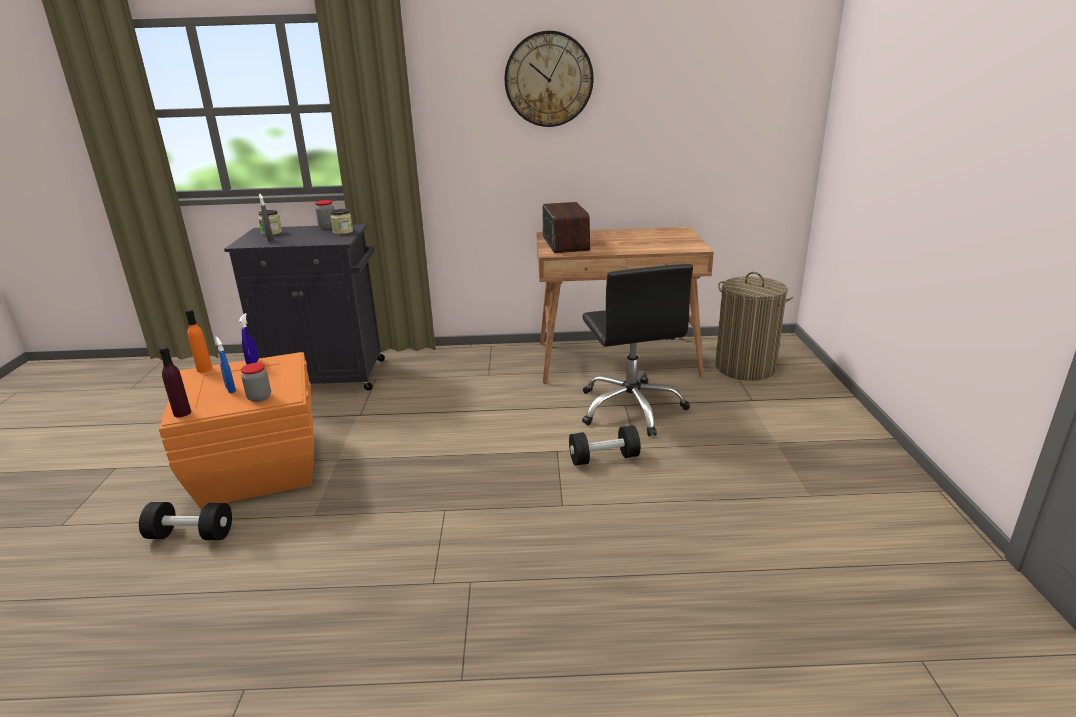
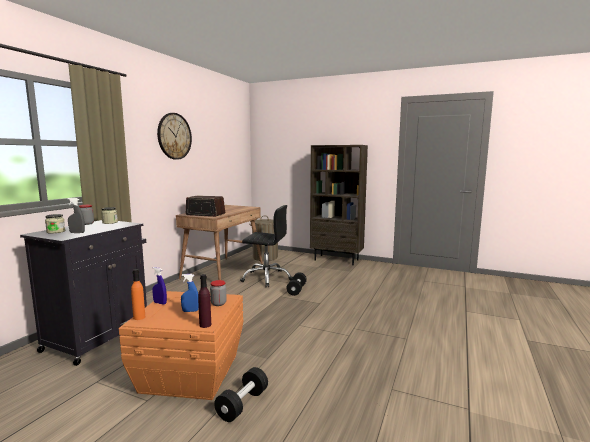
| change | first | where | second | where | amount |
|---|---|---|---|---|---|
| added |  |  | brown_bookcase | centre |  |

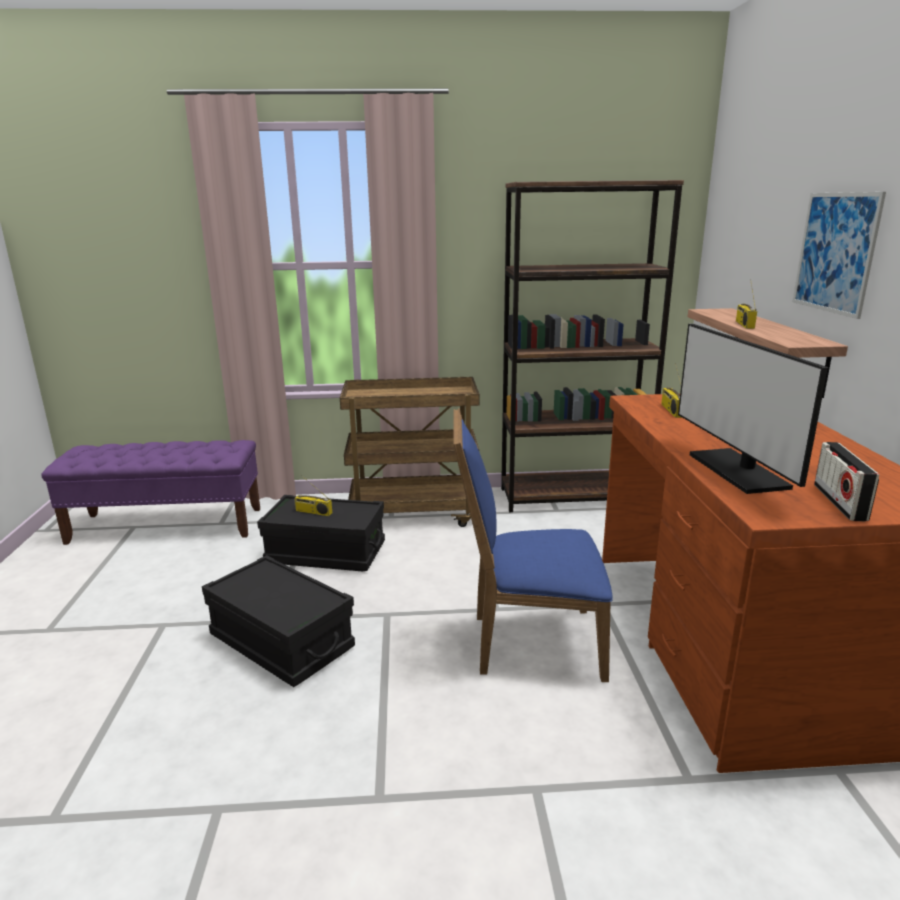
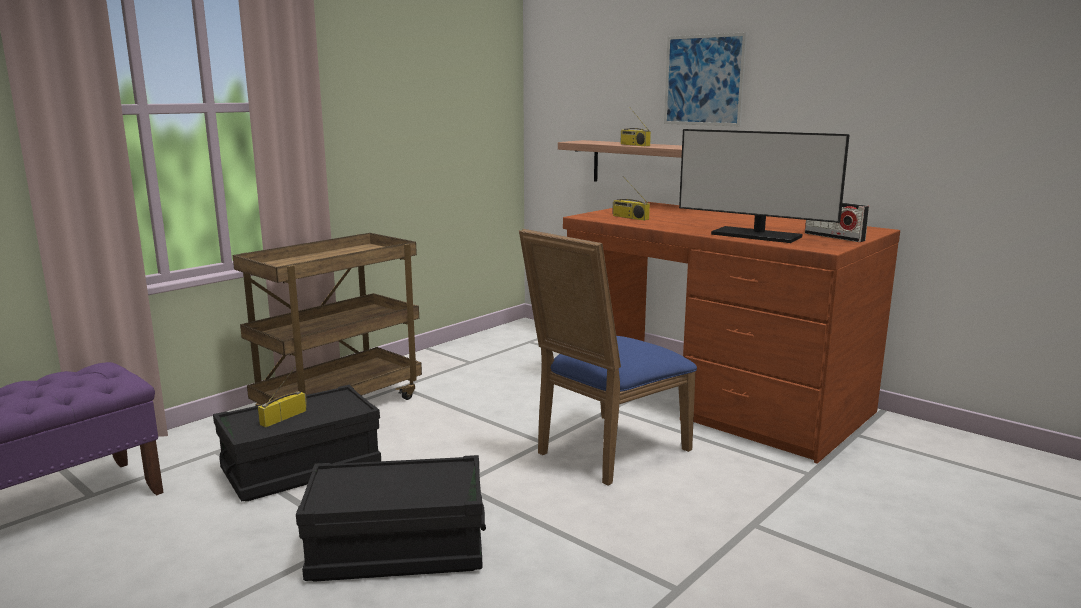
| change | first | where | second | where | amount |
|---|---|---|---|---|---|
| removed | brown_bookcase | centre |  |  |  |
| turned | radio (1st from left) | centre |  | middle left | 150 degrees clockwise |

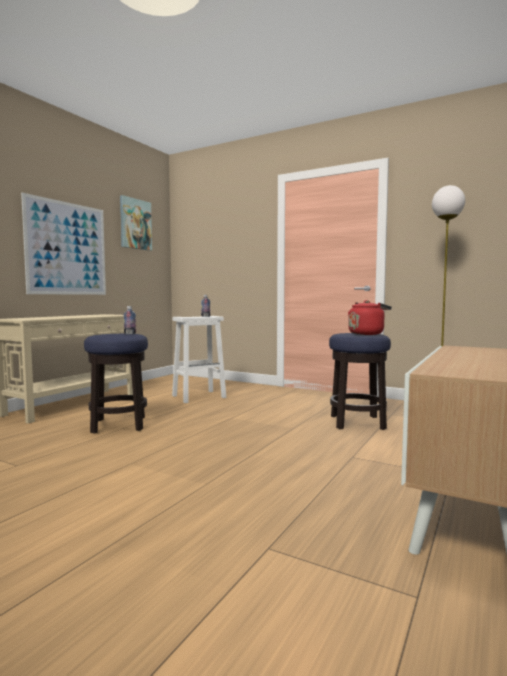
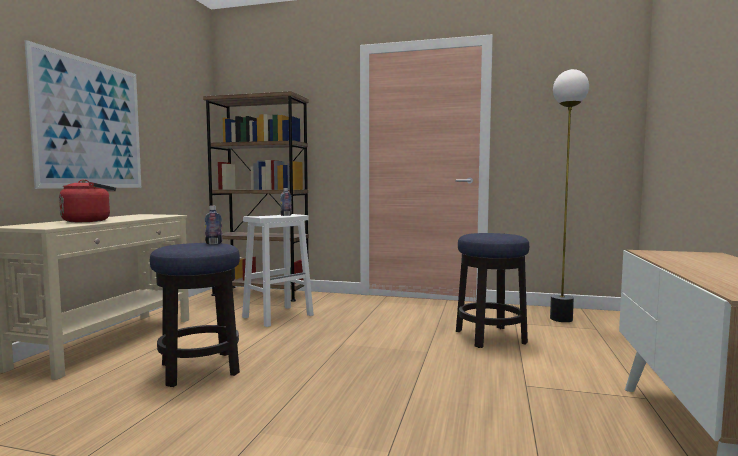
| change | first | where | second | where | amount |
|---|---|---|---|---|---|
| removed | picture (2nd from left) | top left |  |  |  |
| moved | red_kettle | middle right |  | middle left |  |
| added |  |  | brown_bookcase | centre |  |

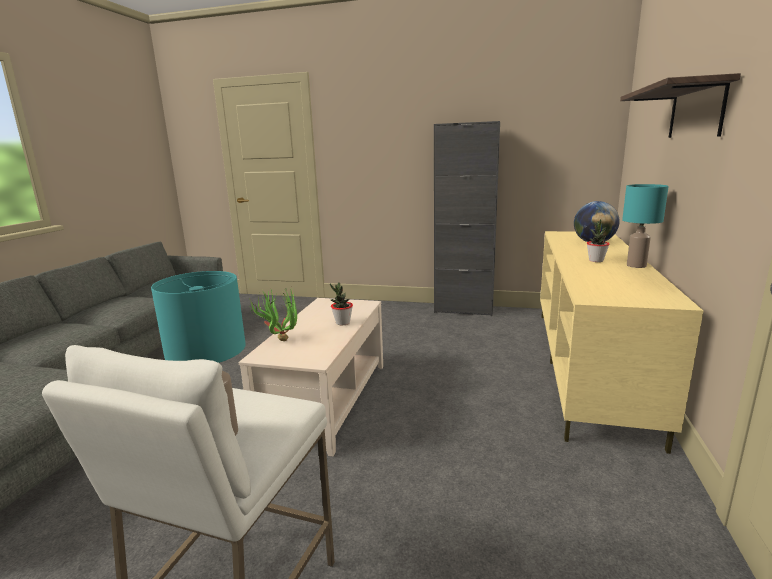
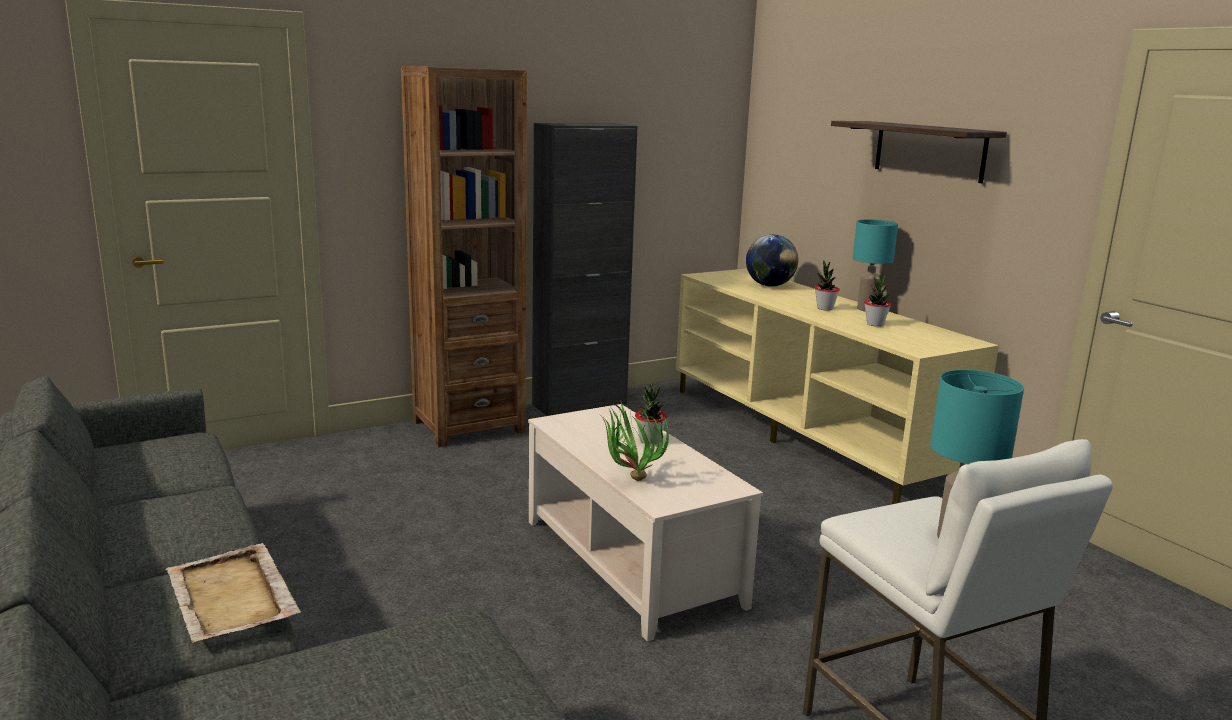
| change | first | where | second | where | amount |
|---|---|---|---|---|---|
| added |  |  | brown_bookcase | centre |  |
| added |  |  | potted_plant (4th from left) | middle right |  |
| added |  |  | beige_tray | bottom left |  |

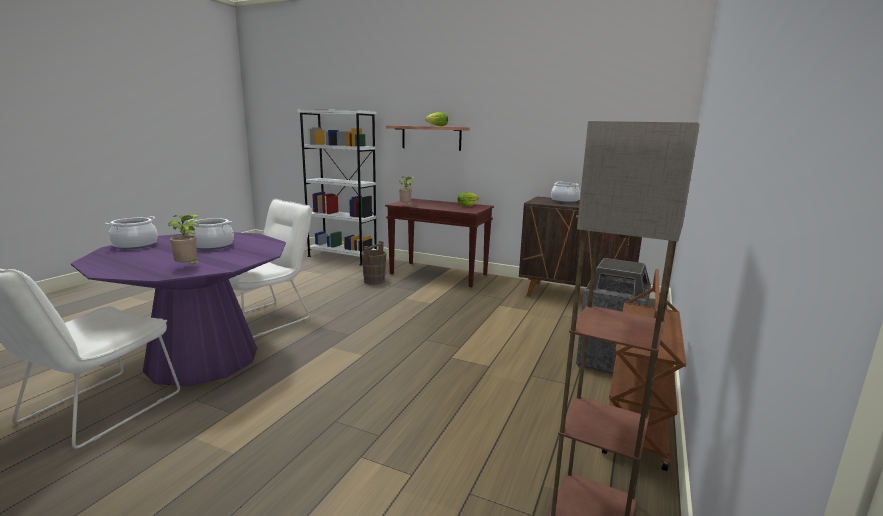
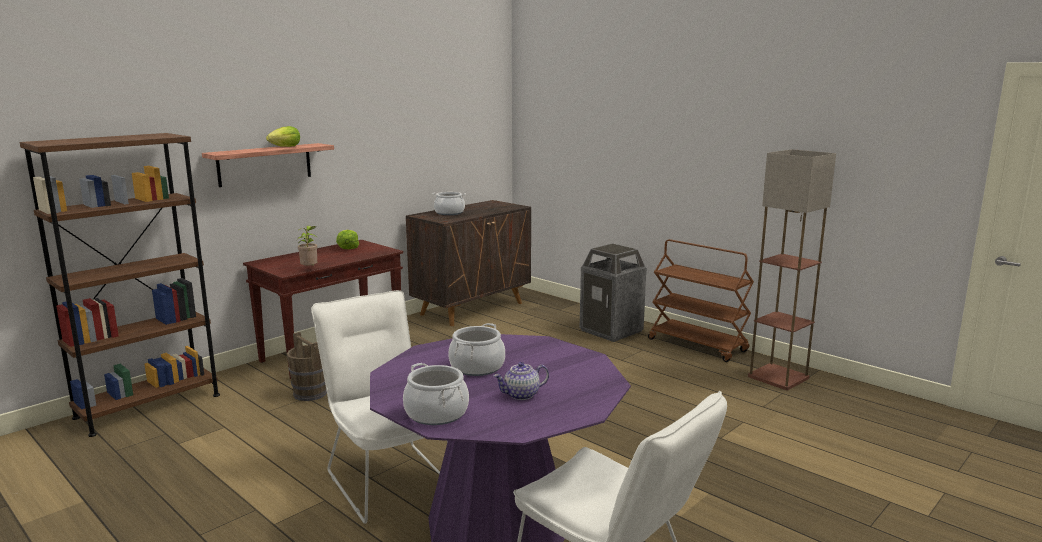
| change | first | where | second | where | amount |
|---|---|---|---|---|---|
| recoloured | white_bookcase | centre | brown_bookcase | middle left |  |
| removed | potted_plant (1st from left) | middle left |  |  |  |
| added |  |  | teapot | bottom centre |  |

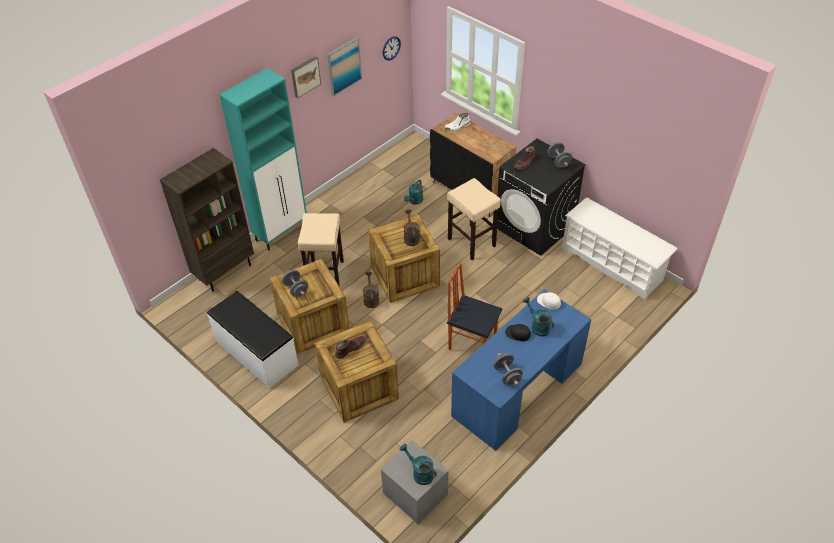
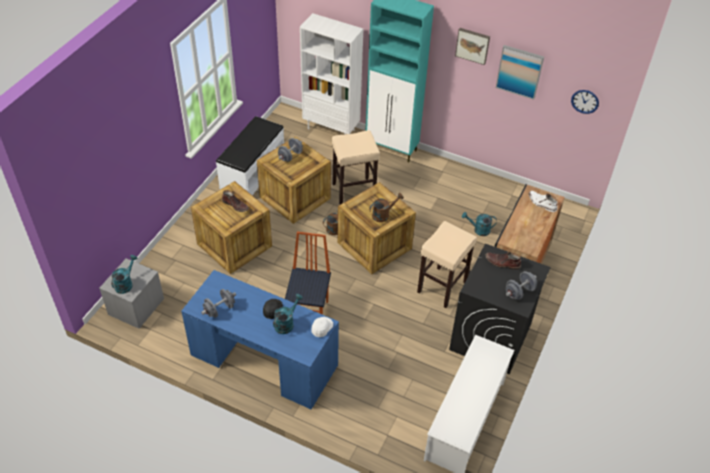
| change | first | where | second | where | amount |
|---|---|---|---|---|---|
| recoloured | brown_bookcase | middle left | white_bookcase | top centre |  |

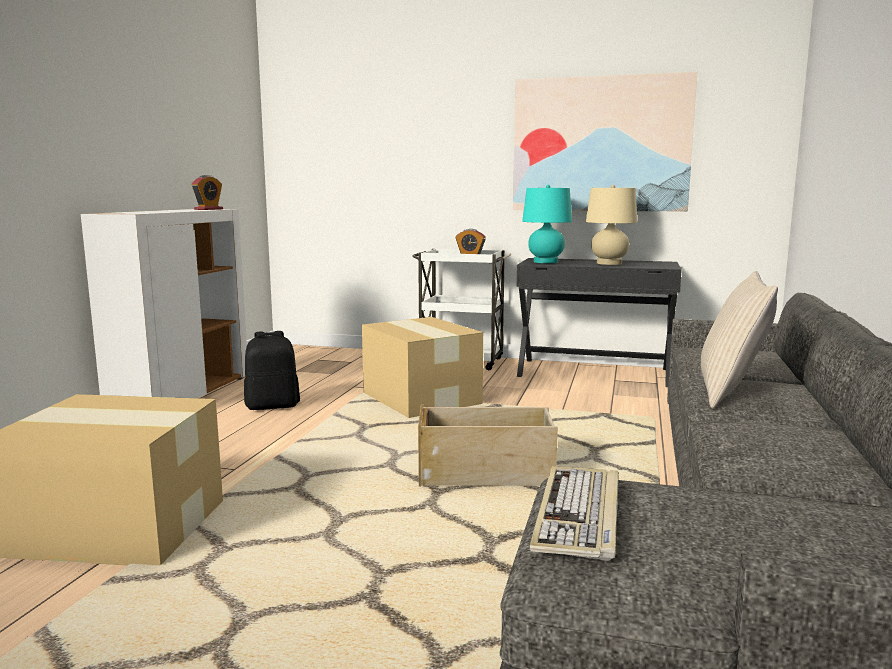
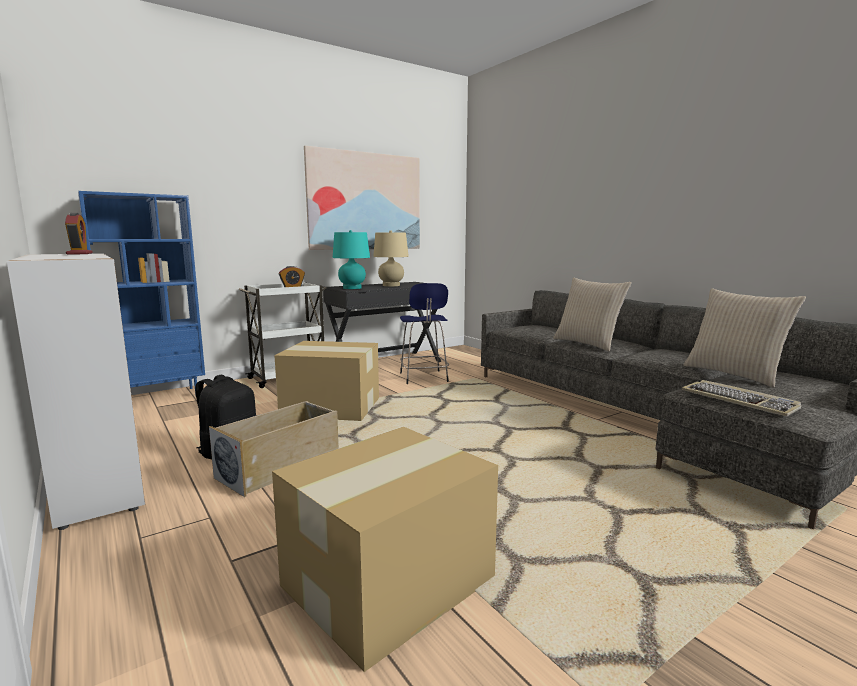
| change | first | where | second | where | amount |
|---|---|---|---|---|---|
| moved | beige_storage_box | centre |  | middle left |  |
| added |  |  | blue_bookcase | middle left |  |
| added |  |  | blue_stool | centre |  |
| added |  |  | beige_pillow (2nd from left) | middle right |  |

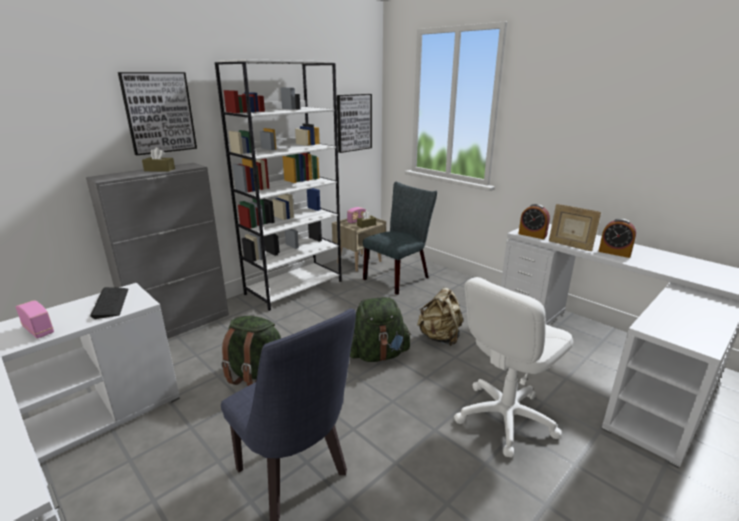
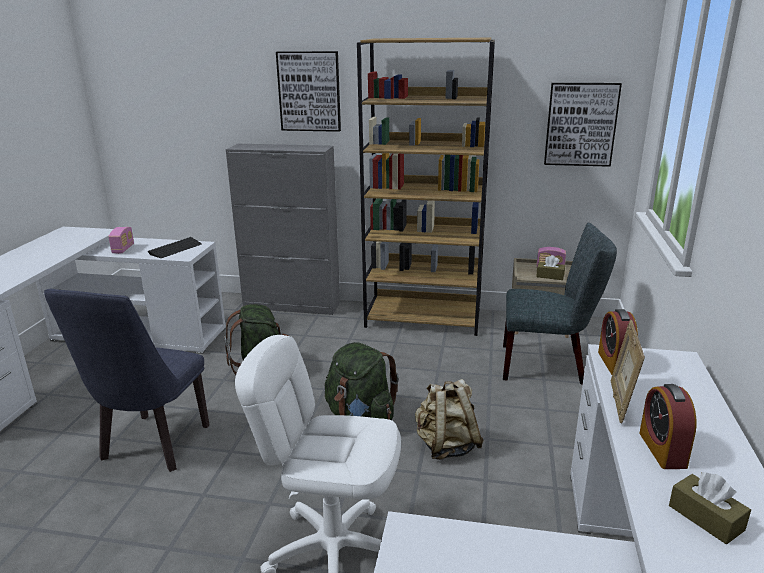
| change | first | where | second | where | amount |
|---|---|---|---|---|---|
| recoloured | white_bookcase | centre | brown_bookcase | top centre |  |
| moved | brown_tissue_box (1st from left in the first image) | top left | brown_tissue_box (2nd from left) | bottom right |  |

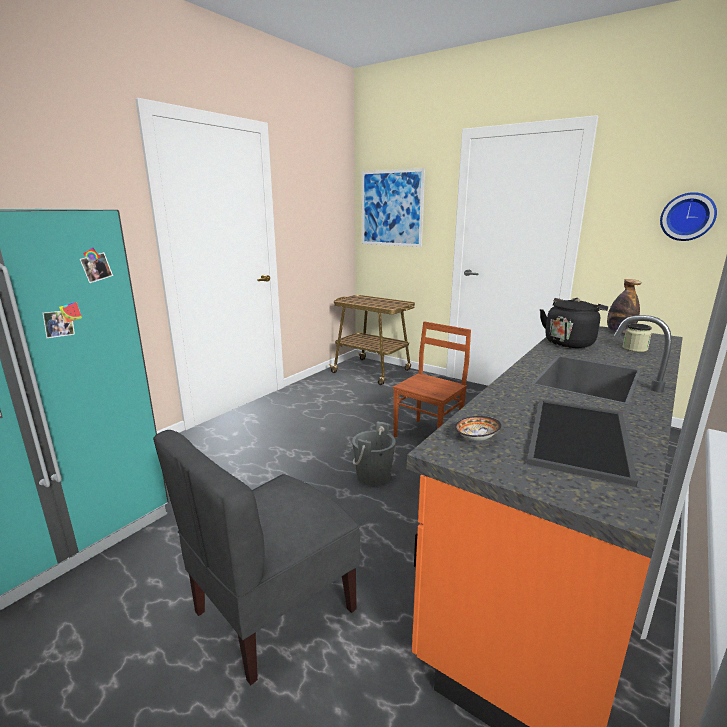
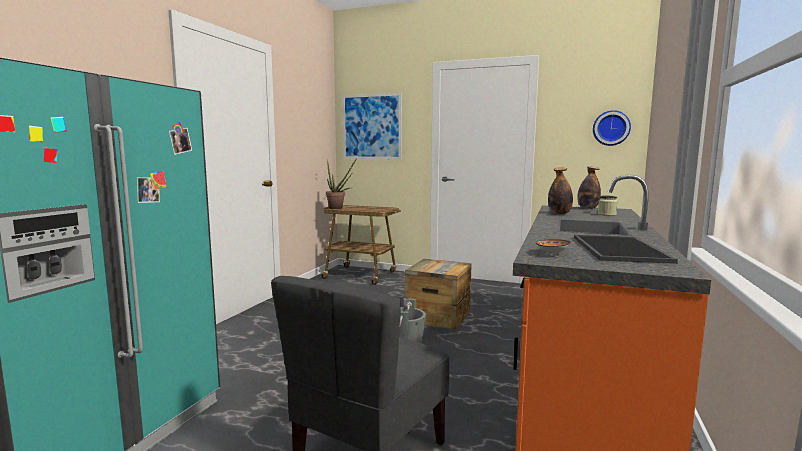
| change | first | where | second | where | amount |
|---|---|---|---|---|---|
| replaced | black_kettle | middle right | bottle (1st from left) | middle right |  |
| replaced | brown_chair | centre | crate | centre |  |
| added |  |  | potted_plant | centre |  |

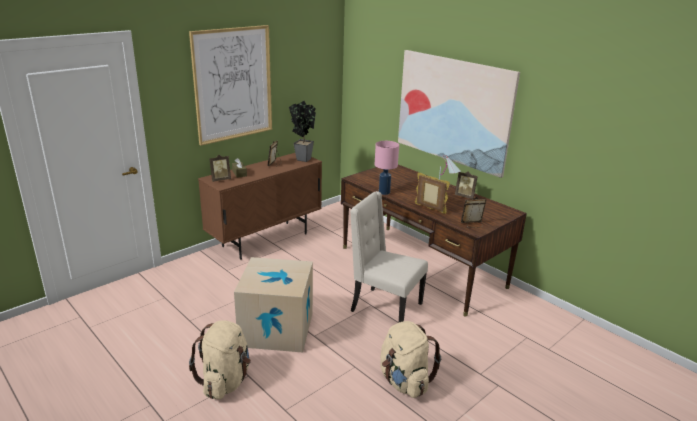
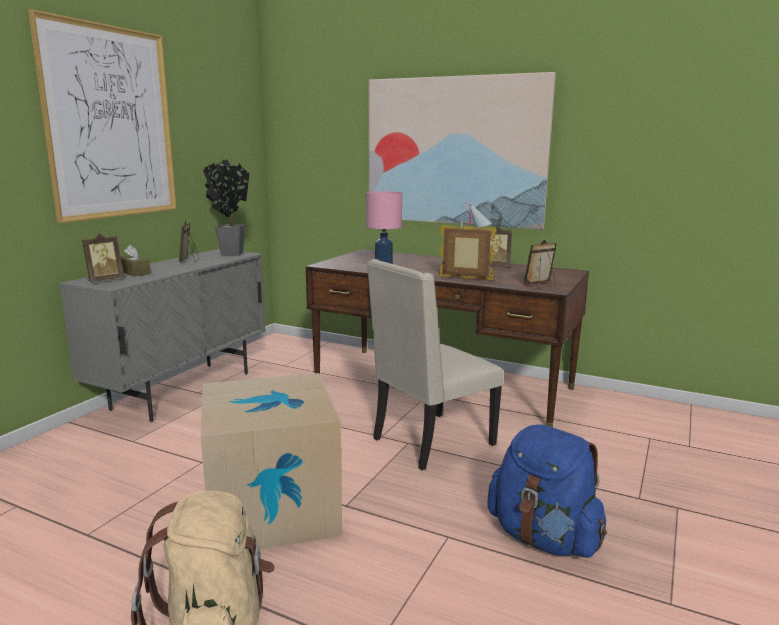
| change | first | where | second | where | amount |
|---|---|---|---|---|---|
| recoloured | brown_cabinet | centre | grey_cabinet | middle left |  |
| turned | beige_chair | centre |  | centre | 45 degrees counterclockwise |
| recoloured | beige_backpack (2nd from left) | bottom centre | blue_backpack | bottom right |  |

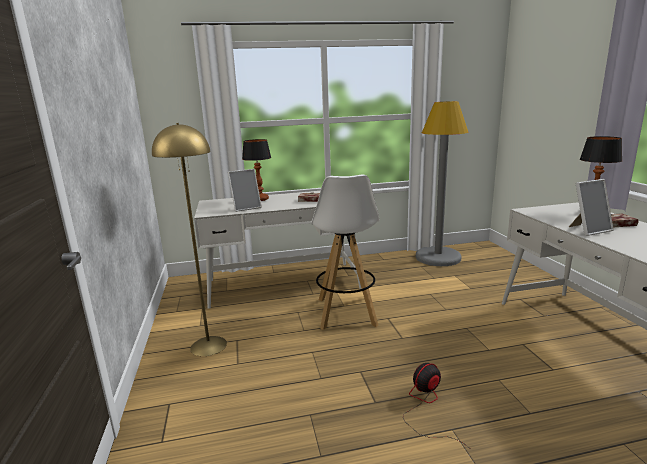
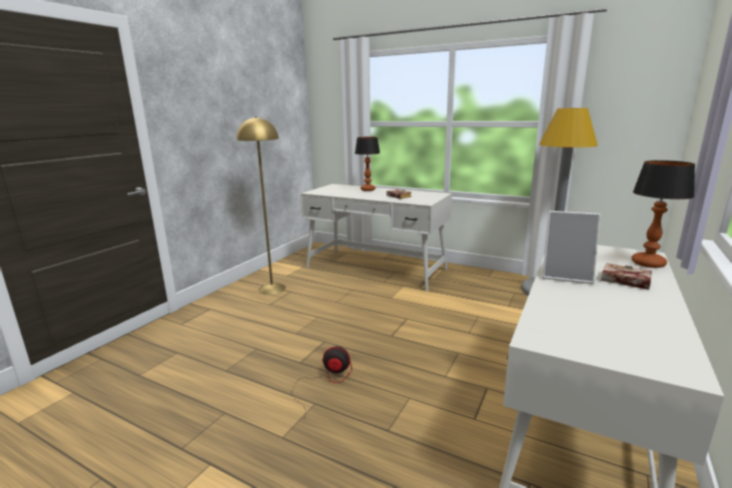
| change | first | where | second | where | amount |
|---|---|---|---|---|---|
| removed | picture_frame (1st from left) | centre |  |  |  |
| removed | white_stool | centre |  |  |  |

